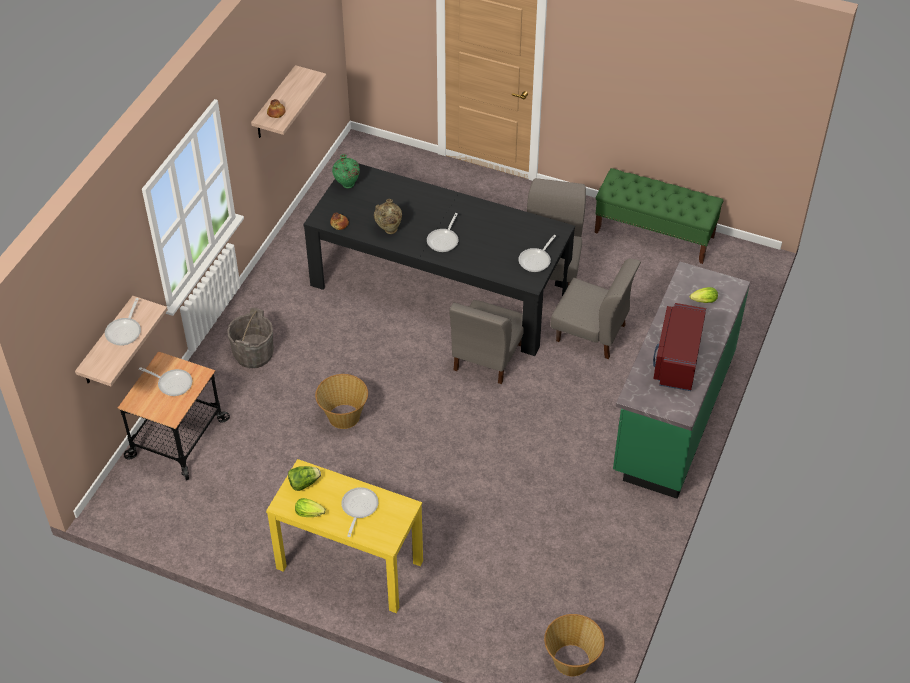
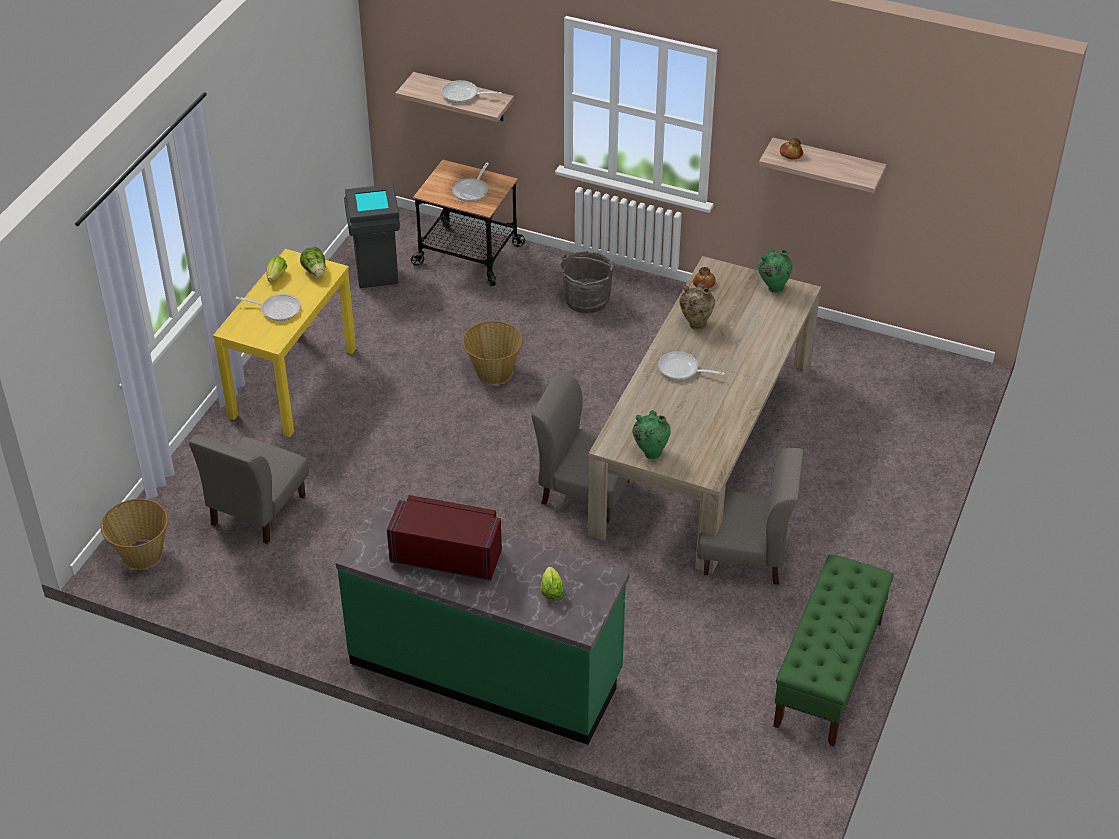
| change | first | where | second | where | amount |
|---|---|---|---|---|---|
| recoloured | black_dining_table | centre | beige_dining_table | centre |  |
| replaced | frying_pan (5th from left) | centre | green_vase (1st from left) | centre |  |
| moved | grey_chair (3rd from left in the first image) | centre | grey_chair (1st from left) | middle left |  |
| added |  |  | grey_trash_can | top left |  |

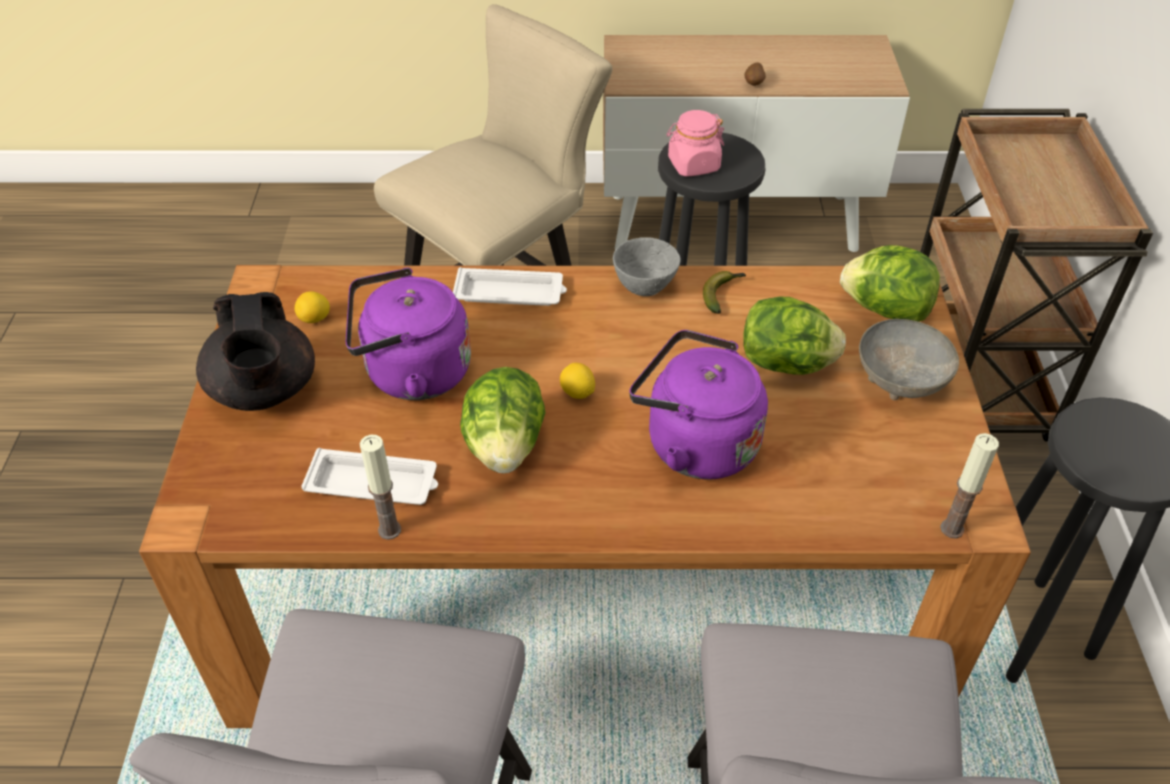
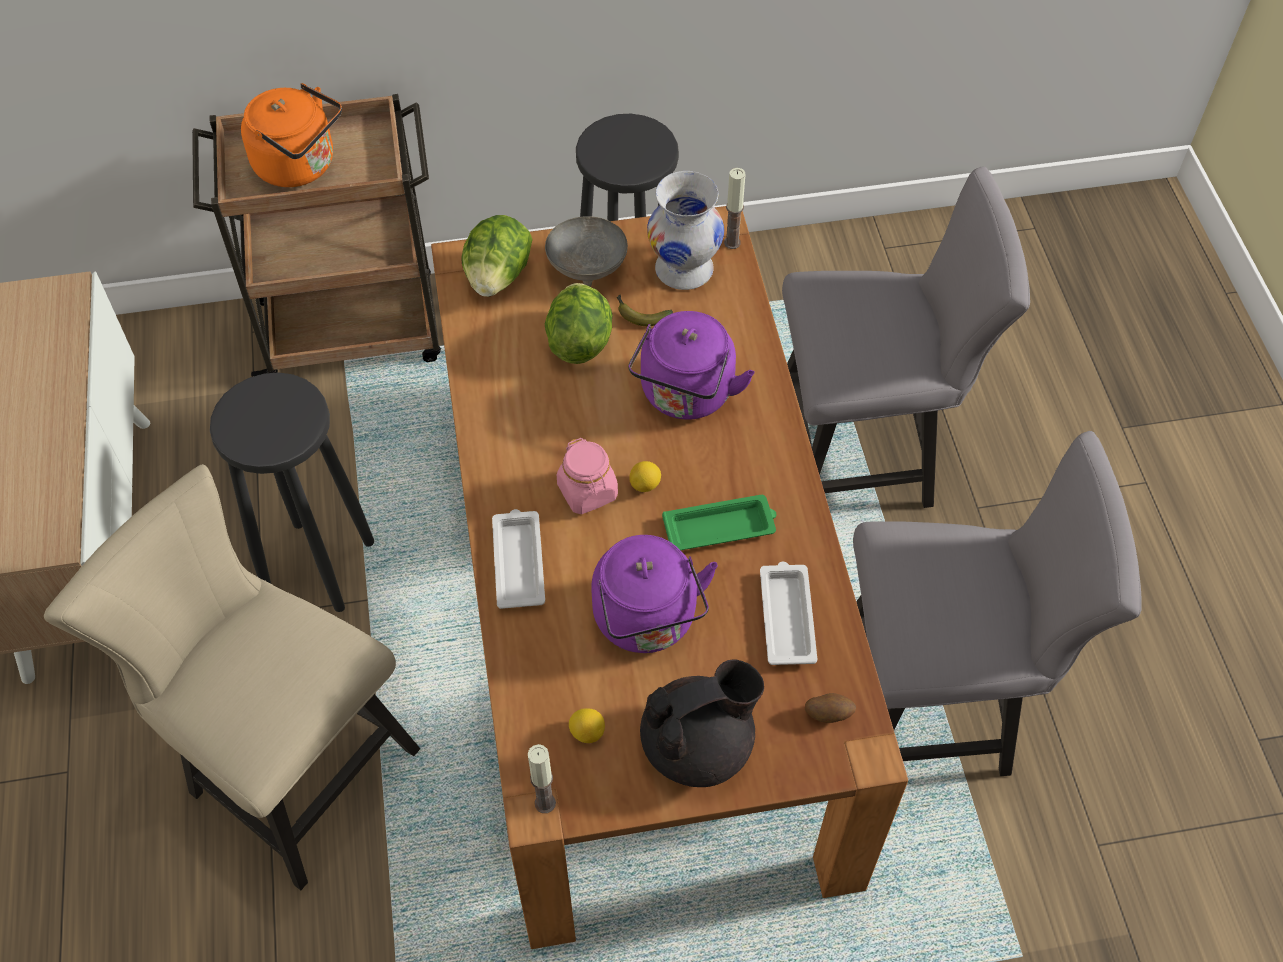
| change | first | where | second | where | amount |
|---|---|---|---|---|---|
| moved | potato | top centre |  | bottom centre |  |
| moved | pink_jar | top centre |  | centre |  |
| removed | grey_bowl (1st from left) | centre |  |  |  |
| moved | banana | centre |  | top centre |  |
| replaced | lettuce (1st from left) | centre | green_tray | centre |  |
| moved | candle (1st from left) | middle left |  | bottom centre |  |
| added |  |  | orange_kettle | top left |  |
| added |  |  | white_vase | top centre |  |

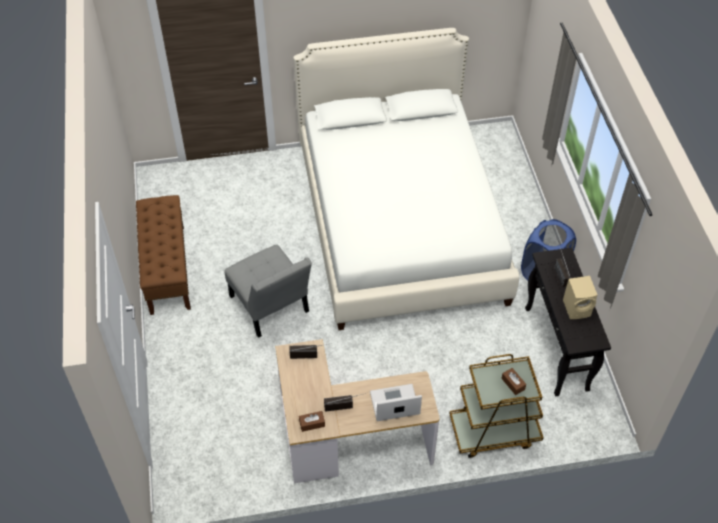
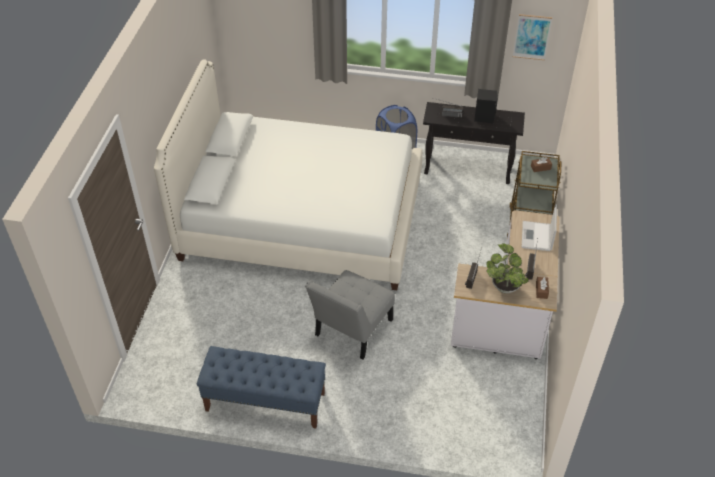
| change | first | where | second | where | amount |
|---|---|---|---|---|---|
| recoloured | brown_bench | middle left | blue_bench | bottom centre |  |
| turned | grey_chair | centre |  | centre | 135 degrees clockwise |
| recoloured | beige_speaker | middle right | black_speaker | top right |  |
| added |  |  | picture | top right |  |
| added |  |  | potted_plant | middle right |  |

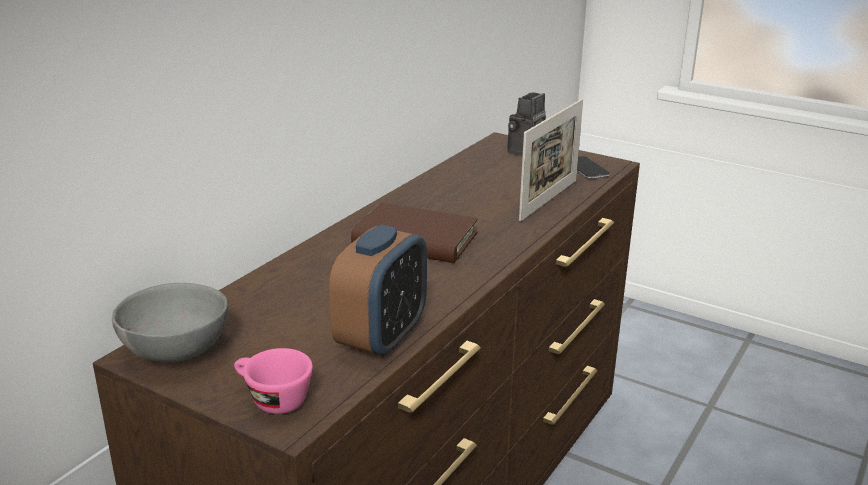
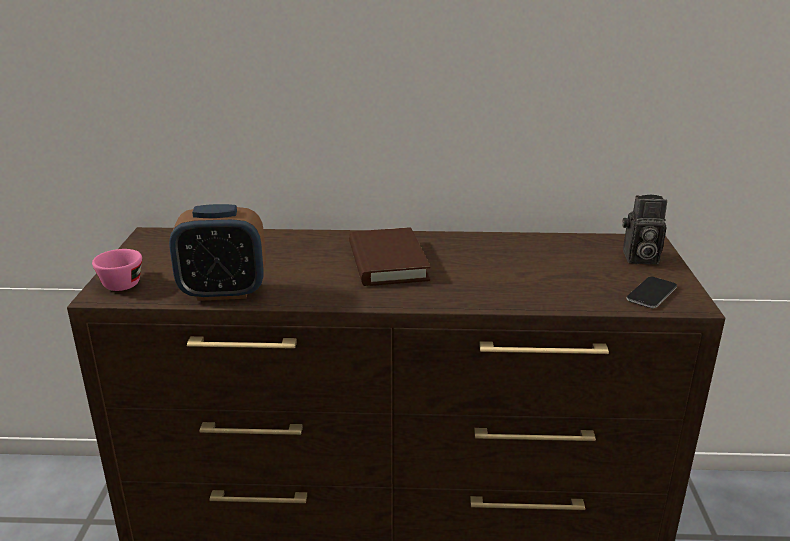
| change | first | where | second | where | amount |
|---|---|---|---|---|---|
| removed | picture_frame | top centre |  |  |  |
| removed | grey_bowl | middle left |  |  |  |

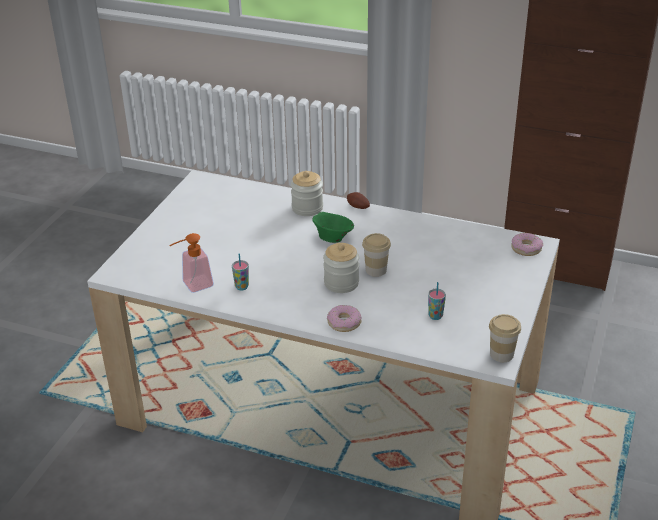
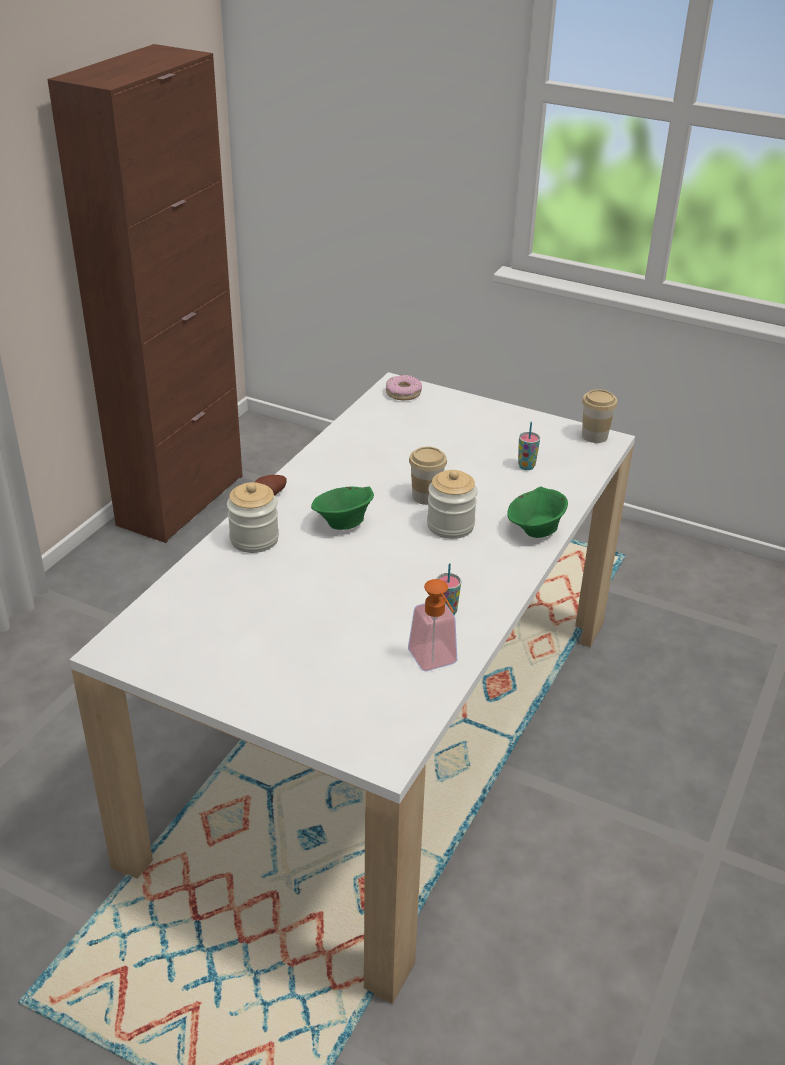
| change | first | where | second | where | amount |
|---|---|---|---|---|---|
| replaced | donut (1st from left) | centre | green_bowl (2nd from left) | middle right |  |

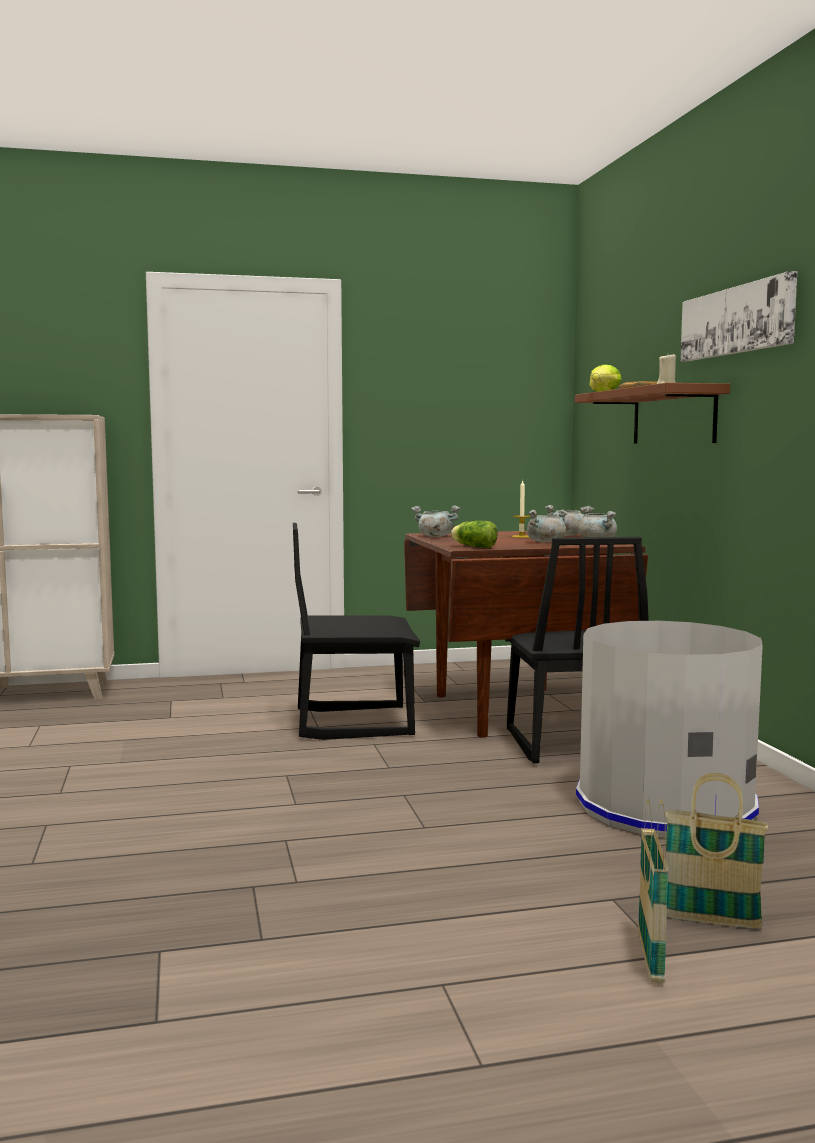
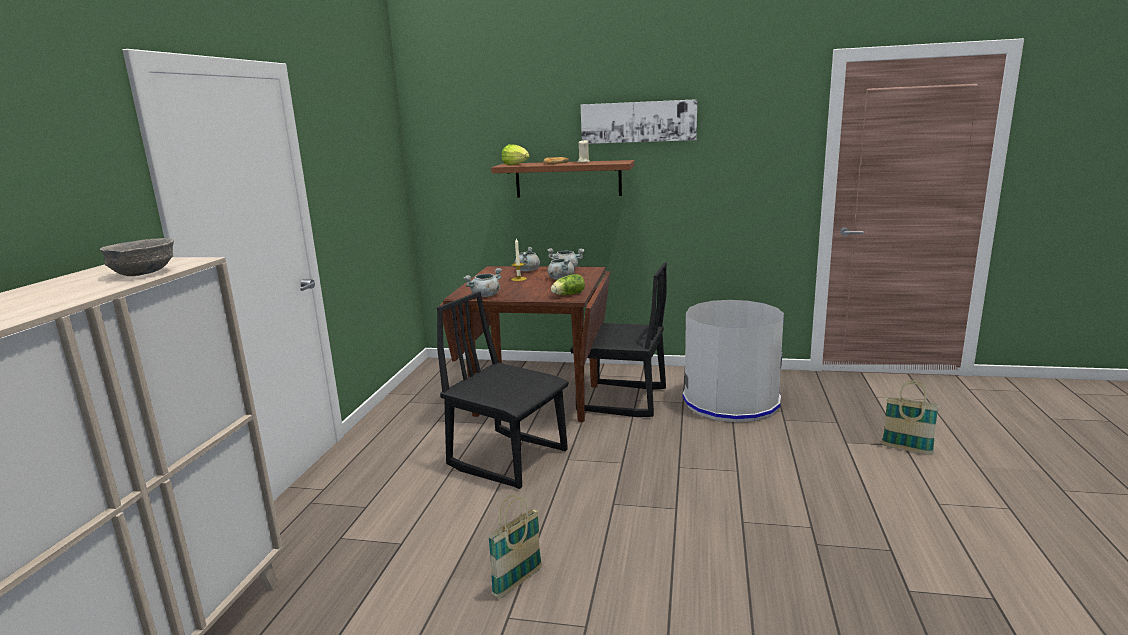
| change | first | where | second | where | amount |
|---|---|---|---|---|---|
| turned | black_chair (1st from left) | centre |  | centre | 105 degrees clockwise |
| moved | basket (2nd from left in the first image) | bottom right | basket (1st from left) | bottom centre |  |
| added |  |  | grey_bowl | middle left |  |

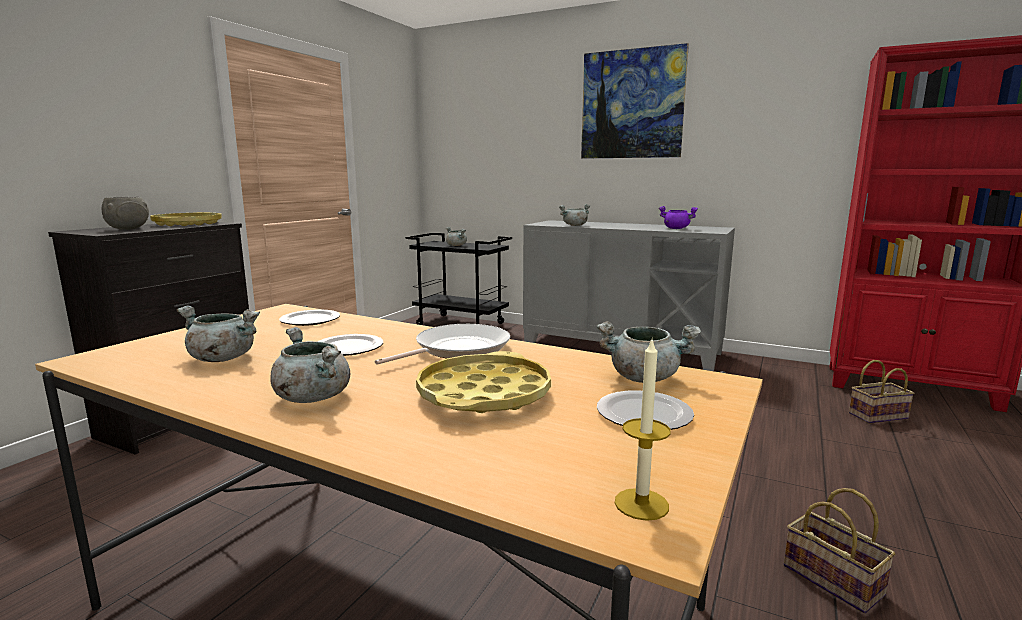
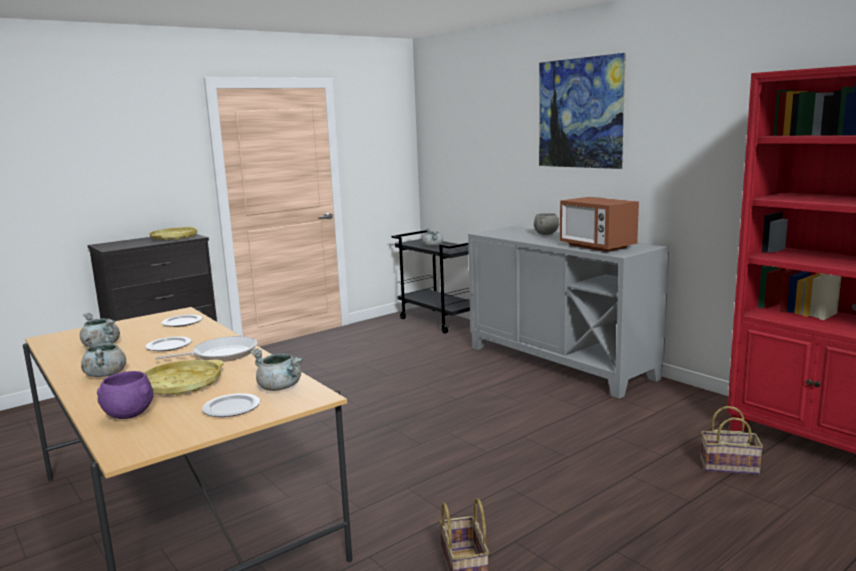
| change | first | where | second | where | amount |
|---|---|---|---|---|---|
| moved | grey_bowl | middle left |  | centre |  |
| removed | grey_cooking_pot (4th from left) | centre |  |  |  |
| replaced | purple_cooking_pot | centre | microwave | middle right |  |
| removed | candle | bottom centre |  |  |  |
| added |  |  | purple_bowl | bottom left |  |

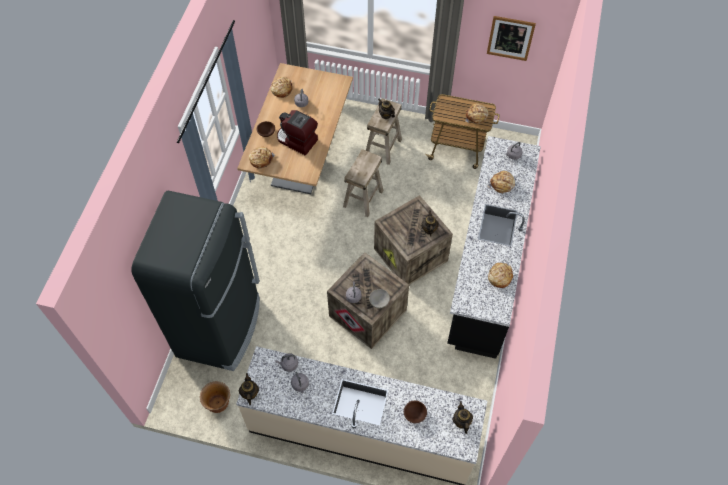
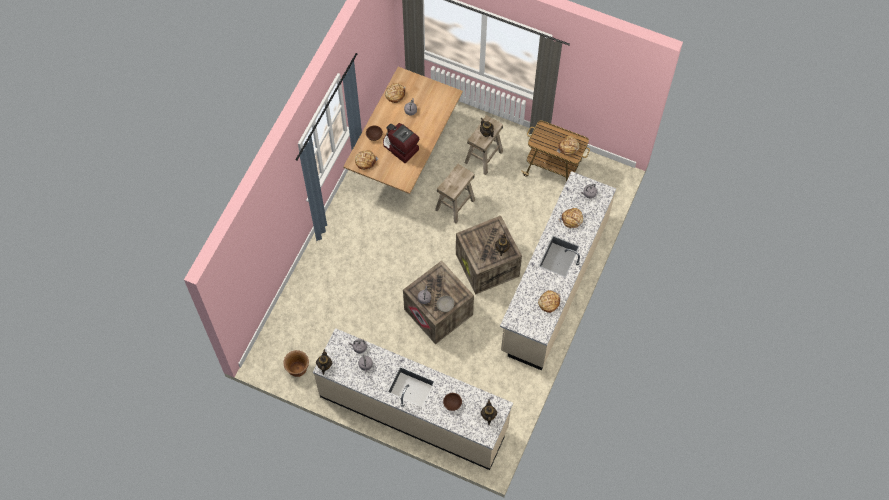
| change | first | where | second | where | amount |
|---|---|---|---|---|---|
| removed | picture | top right |  |  |  |
| recoloured | black_counter | middle right | beige_counter (2nd from left) | centre |  |
| removed | black_fridge | middle left |  |  |  |

